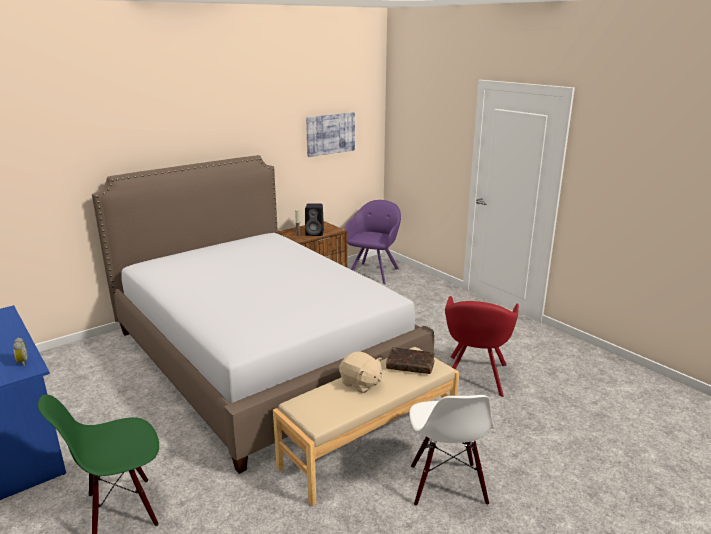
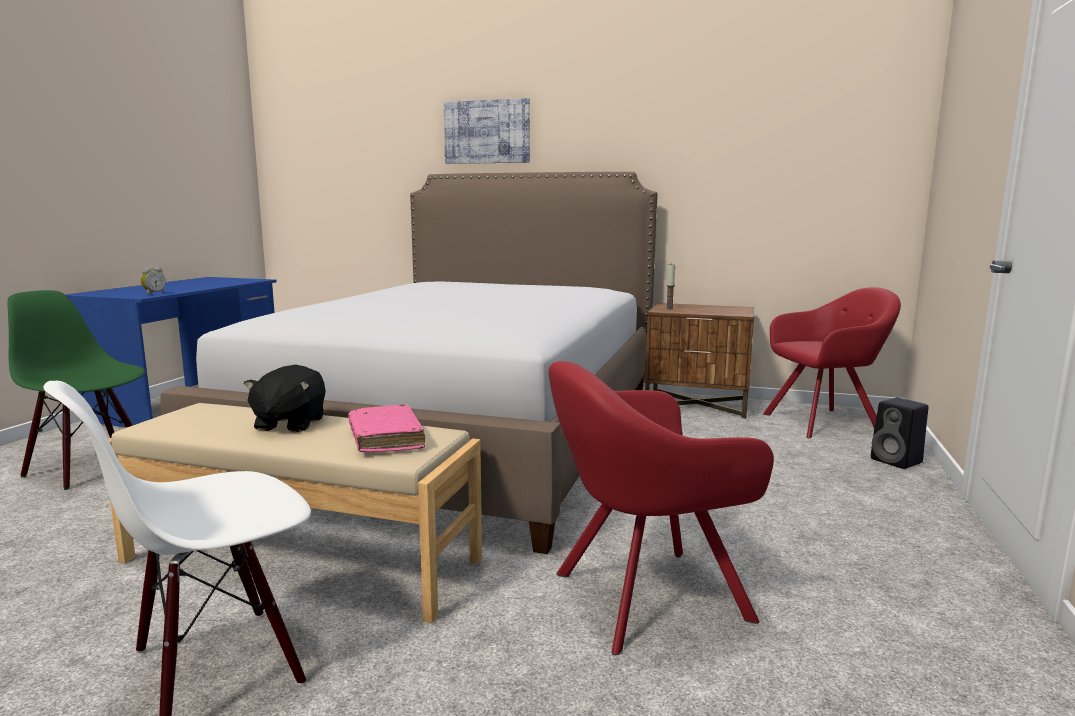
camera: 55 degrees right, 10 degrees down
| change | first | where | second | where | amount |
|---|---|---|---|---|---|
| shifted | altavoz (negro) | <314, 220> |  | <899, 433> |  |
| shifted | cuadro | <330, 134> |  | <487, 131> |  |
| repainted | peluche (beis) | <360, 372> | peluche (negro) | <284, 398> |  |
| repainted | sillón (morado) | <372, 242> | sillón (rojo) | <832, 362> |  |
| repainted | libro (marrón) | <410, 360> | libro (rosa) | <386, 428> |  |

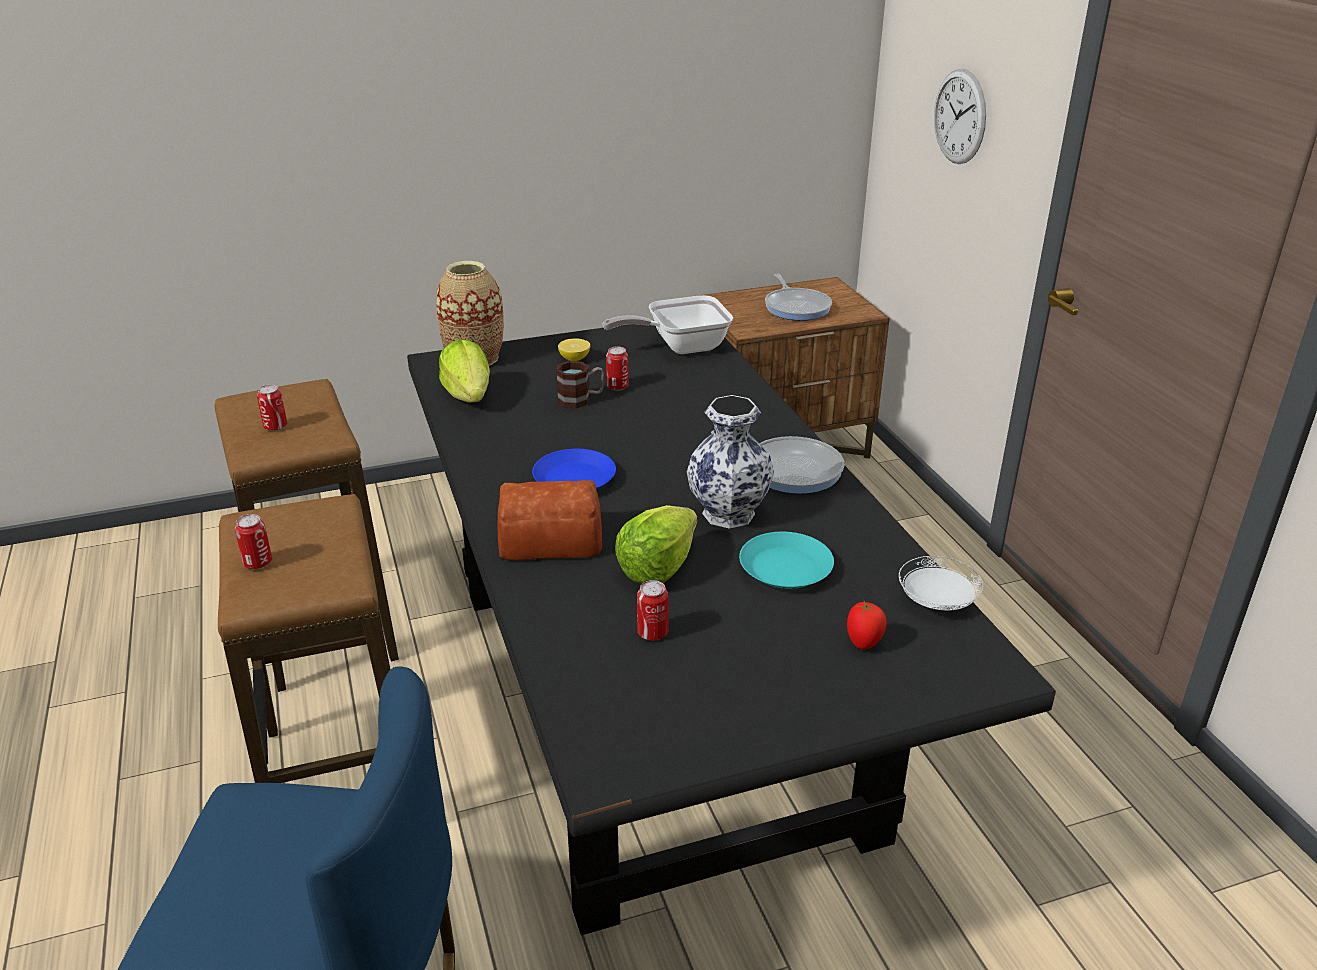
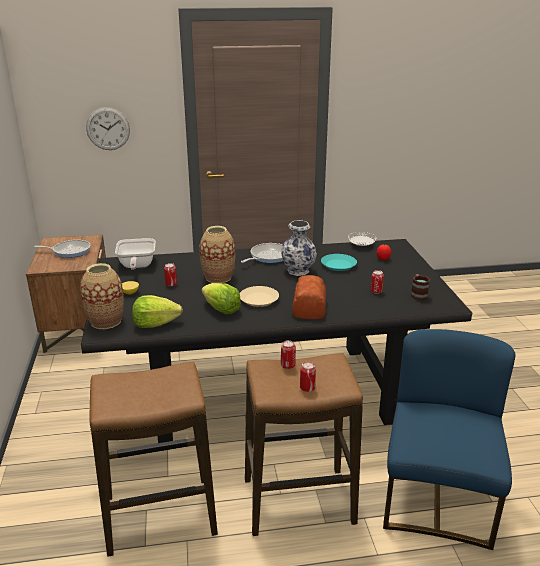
camera: 80 degrees left, 5 degrees down
| change | first | where | second | where | amount |
|---|---|---|---|---|---|
| shifted | lata | <272, 408> |  | <288, 354> |  |
| repainted | plato (azul) | <574, 469> | plato (beis) | <259, 296> |  |
| shifted | taza grande | <580, 385> |  | <420, 287> |  |
| shifted | lechuga | <656, 544> |  | <221, 299> |  |
| new |  |  | florero | <217, 254> |  |

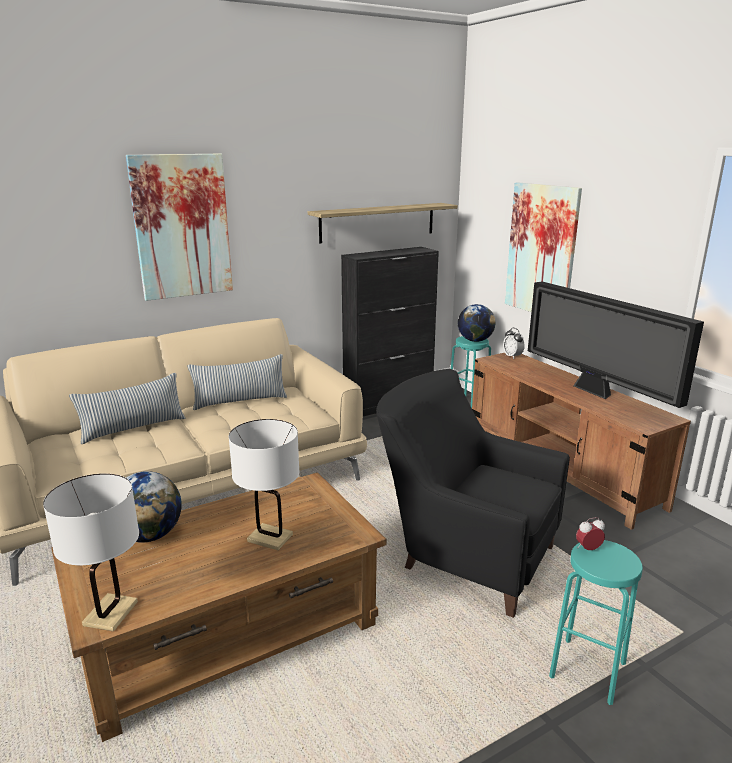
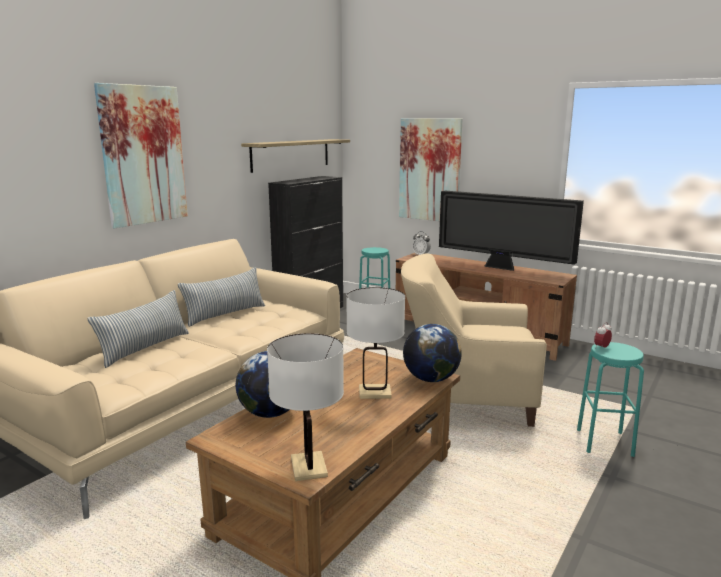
camera: 25 degrees left, 5 degrees down
| change | first | where | second | where | amount |
|---|---|---|---|---|---|
| repainted | sillón (negro) | <473, 493> | sillón (beis) | <474, 340> |  |
| shifted | globo terráqueo | <477, 323> |  | <432, 353> |  |

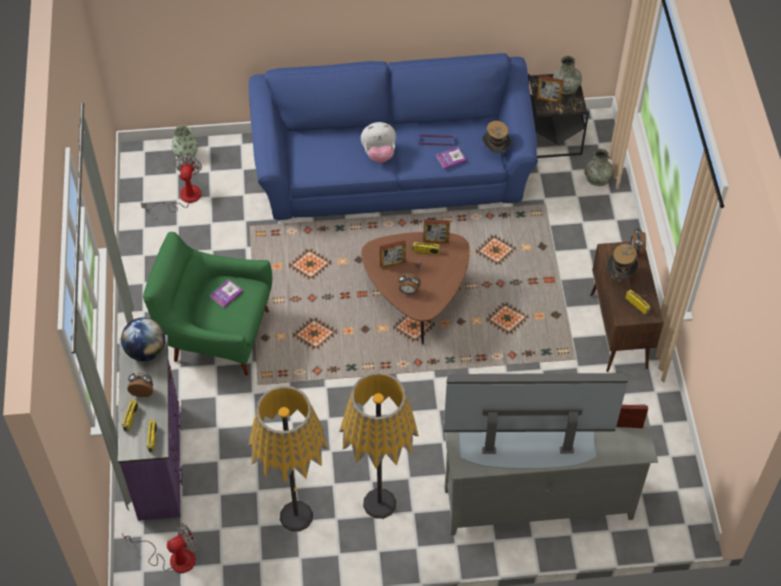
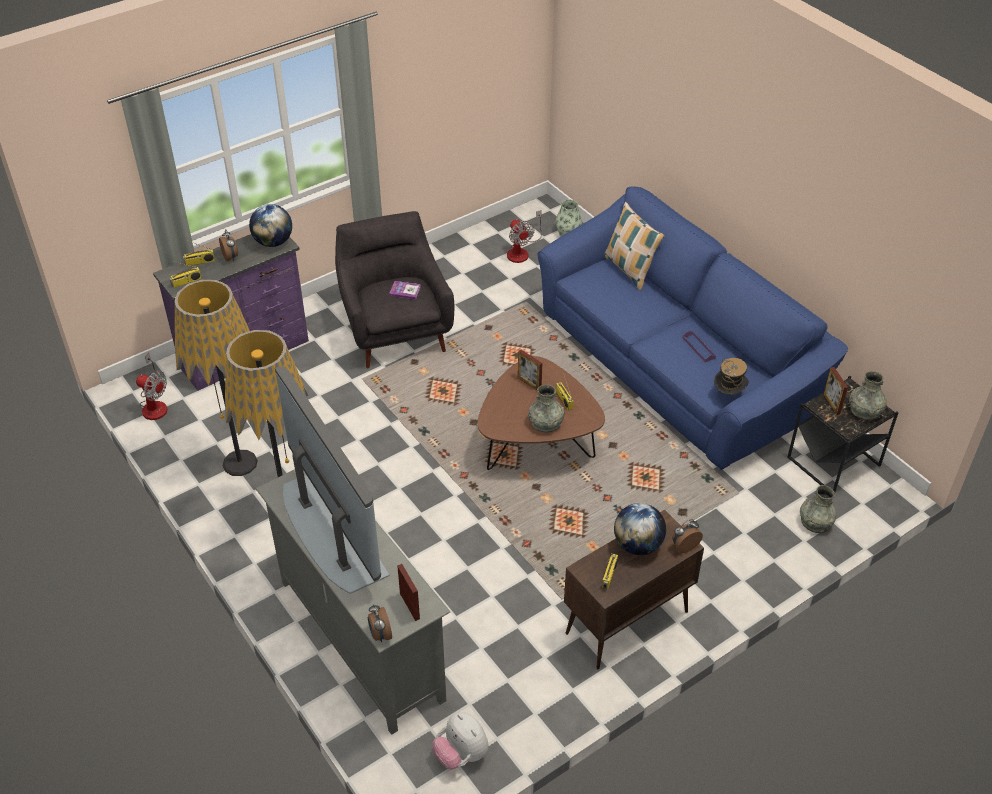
camera: 60 degrees right, 10 degrees down
| change | first | where | second | where | amount |
|---|---|---|---|---|---|
| rotated | ventilador | <171, 183> |  | <524, 236> | 90 degrees clockwise |
| repainted | sillón (verde) | <207, 304> | sillón (gris) | <394, 289> |  |
| shifted | peluche | <378, 142> |  | <460, 741> |  |
| shifted | despertador | <409, 284> |  | <380, 623> |  |
| gone | portarretratos | <436, 231> |  |  |  |
| gone | libro | <451, 158> |  |  |  |
| swapped | sombrero | <622, 266> | globo terráqueo | <640, 529> |  |
| new |  |  | florero (gris) | <546, 409> |  |
| new |  |  | cojín | <633, 246> |  |

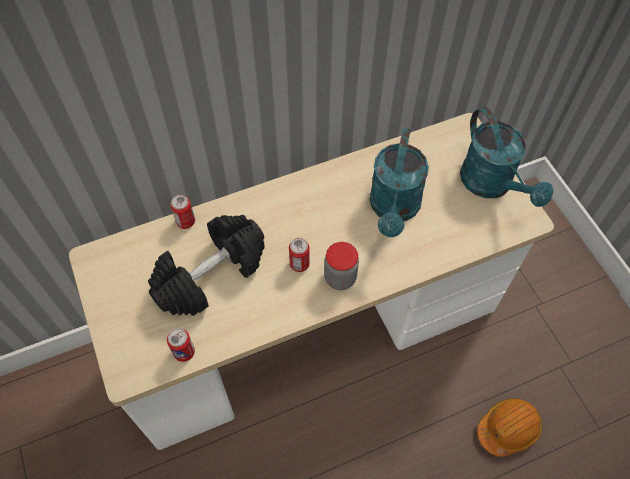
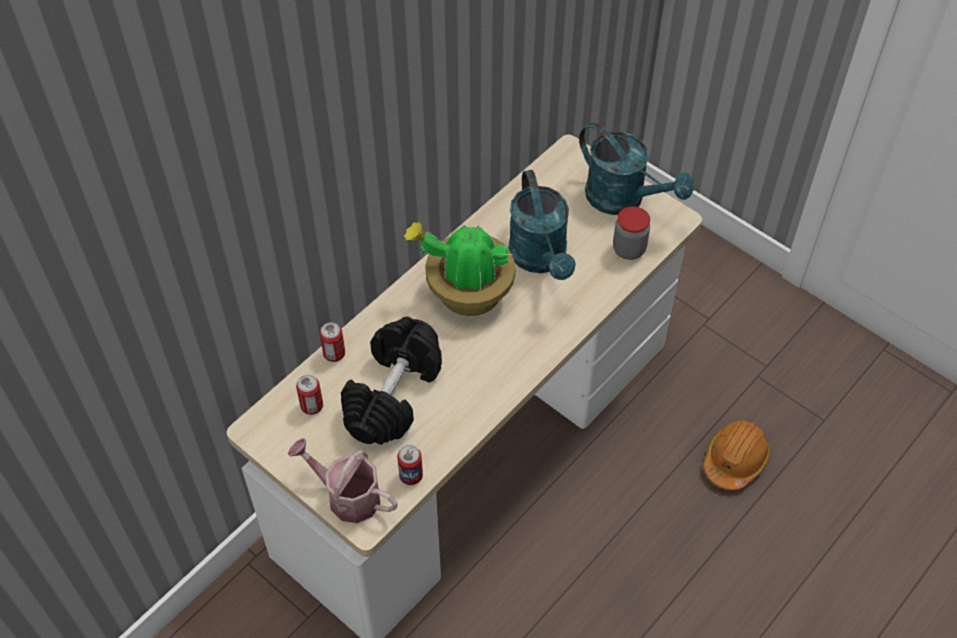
camera: 25 degrees left, 5 degrees down
| change | first | where | second | where | amount |
|---|---|---|---|---|---|
| shifted | lata | <299, 255> |  | <309, 395> |  |
| shifted | tarro | <341, 266> |  | <631, 233> |  |
| new |  |  | regadera | <342, 480> |  |
| new |  |  | planta en maceta | <459, 269> |  |

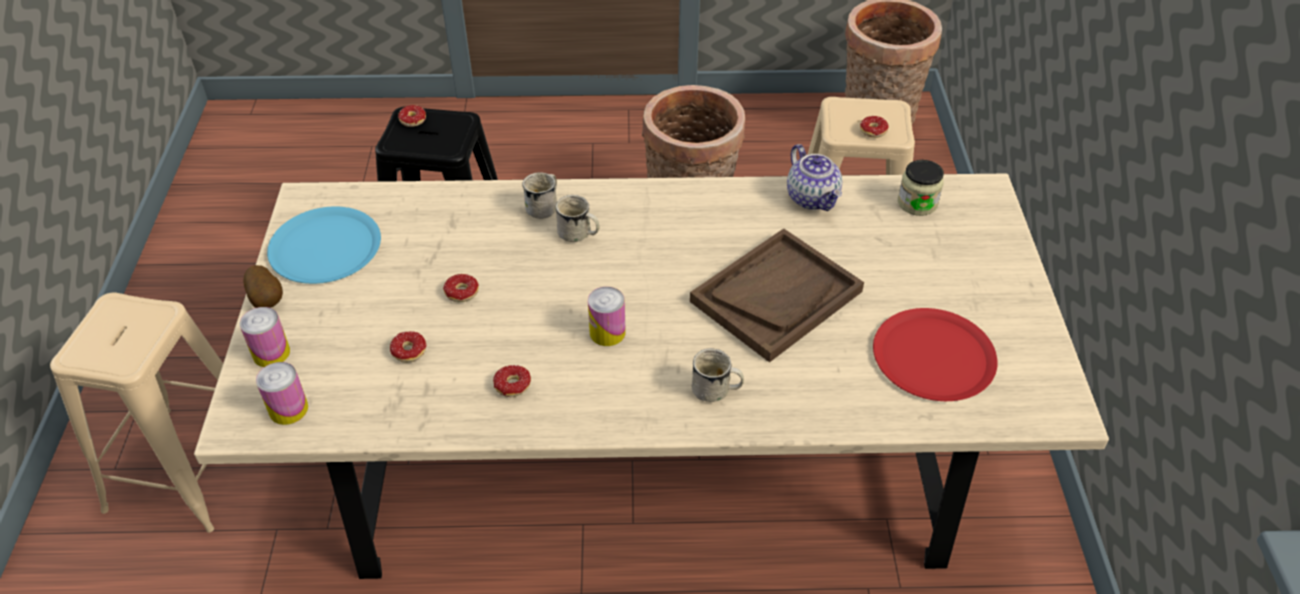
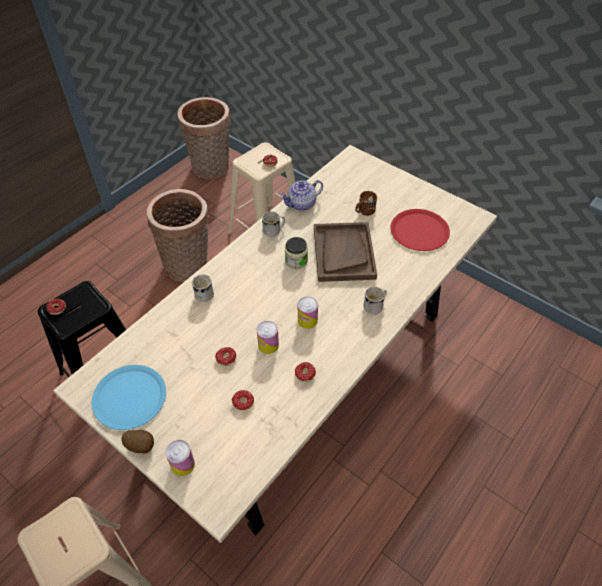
camera: 50 degrees left, 5 degrees up
| change | first | where | second | where | amount |
|---|---|---|---|---|---|
| shifted | lata | <282, 393> |  | <268, 337> |  |
| shifted | taza grande (blanco) | <578, 218> |  | <273, 224> |  |
| rotated | tetera | <814, 177> |  | <301, 195> | 135 degrees clockwise |
| shifted | tarro | <921, 188> |  | <296, 253> |  |
| new |  |  | taza grande (marrón) | <366, 203> |  |

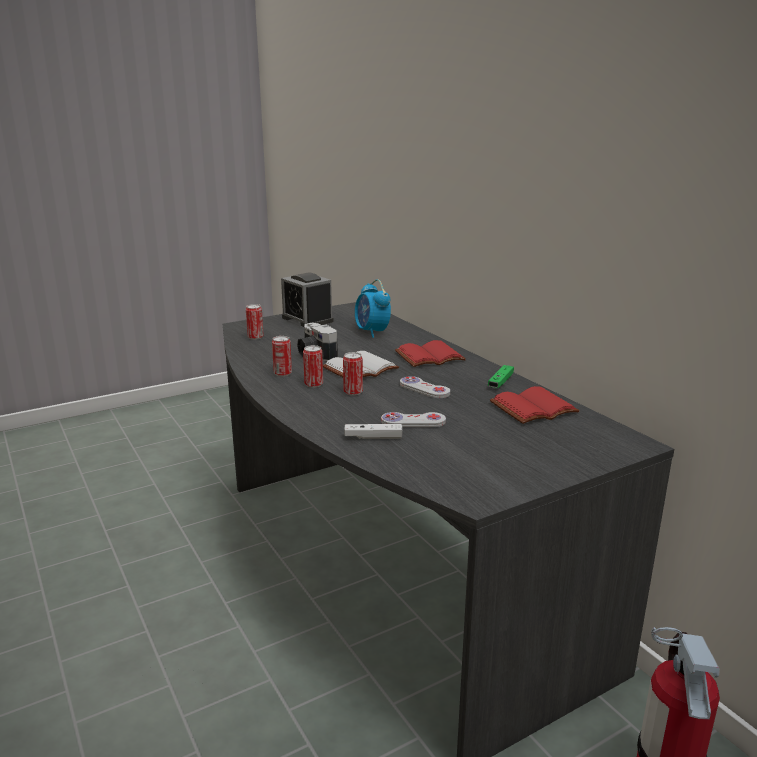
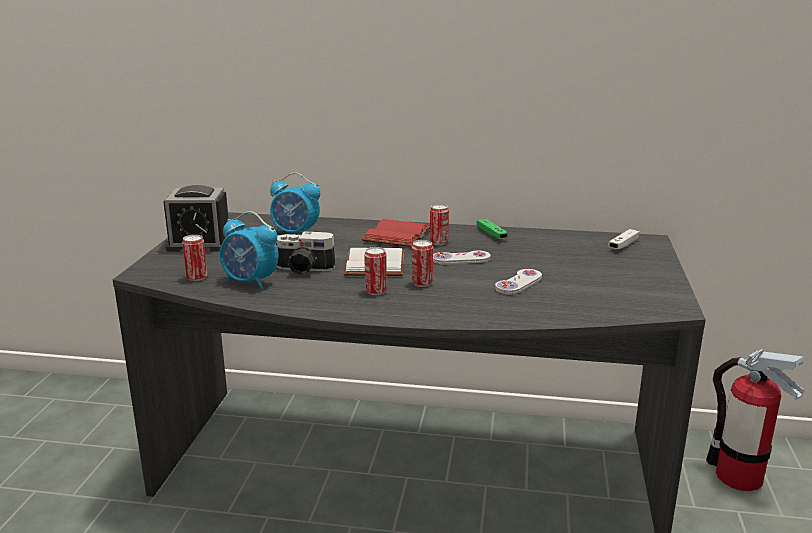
camera: 50 degrees left, 0 degrees up
| change | first | where | second | where | amount |
|---|---|---|---|---|---|
| shifted | lata | <282, 356> |  | <439, 224> |  |
| shifted | mando de consola (blanco) | <373, 431> |  | <624, 239> |  |
| gone | libro (rojo) | <535, 405> |  |  |  |
| new |  |  | despertador | <249, 250> |  |

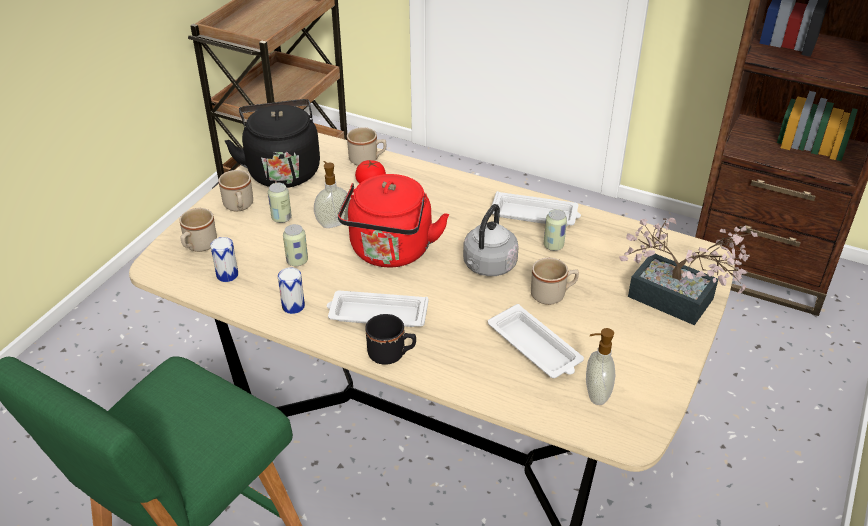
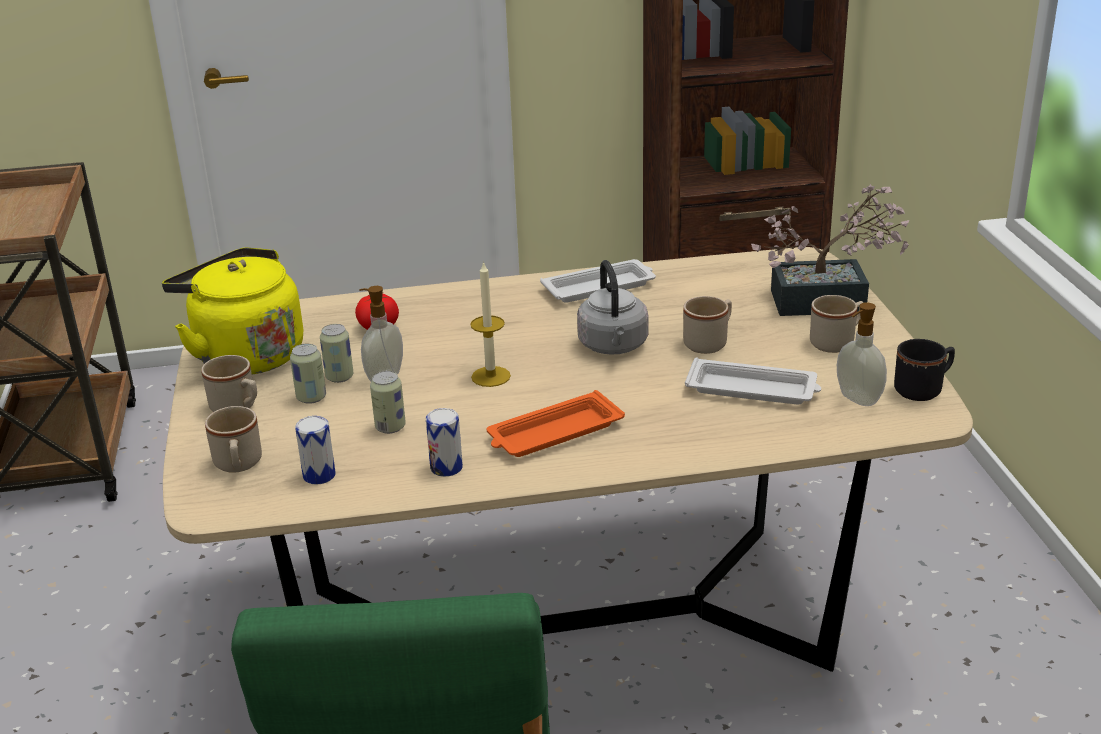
camera: 35 degrees left, 10 degrees down
| change | first | where | second | where | amount |
|---|---|---|---|---|---|
| repainted | hervidor (negro) | <272, 143> | hervidor (amarillo) | <232, 310> |  |
| repainted | bandeja (blanco) | <378, 309> | bandeja (naranja) | <556, 423> |  |
| swapped | hervidor (rojo) | <393, 220> | vela | <490, 324> |  |
| shifted | taza grande (beis) | <366, 146> |  | <837, 324> |  |
| shifted | taza grande (negro) | <390, 339> |  | <924, 370> |  |
| shifted | lata | <555, 230> |  | <337, 353> |  |

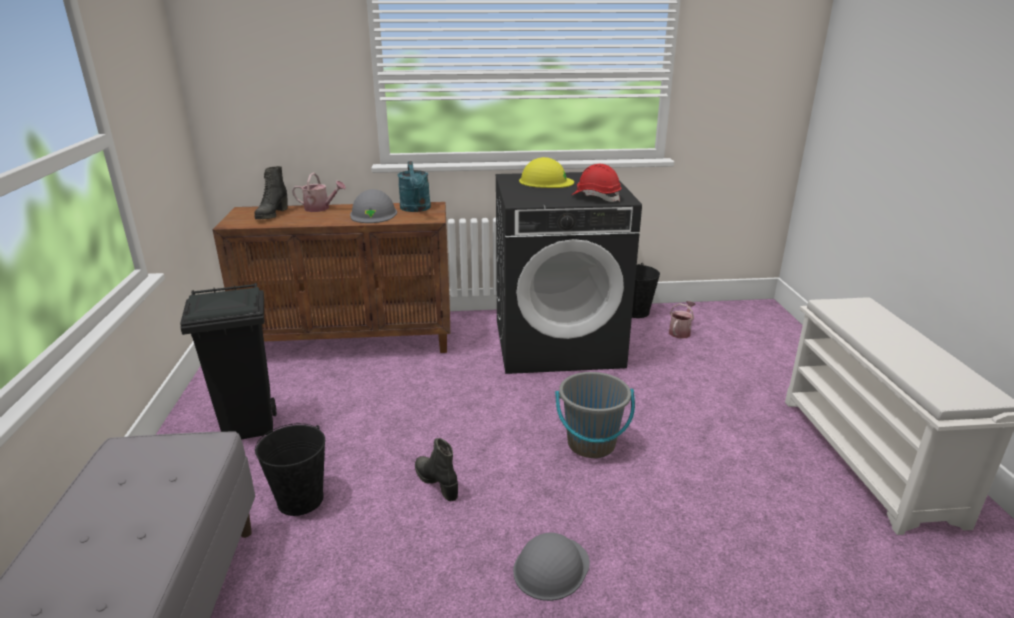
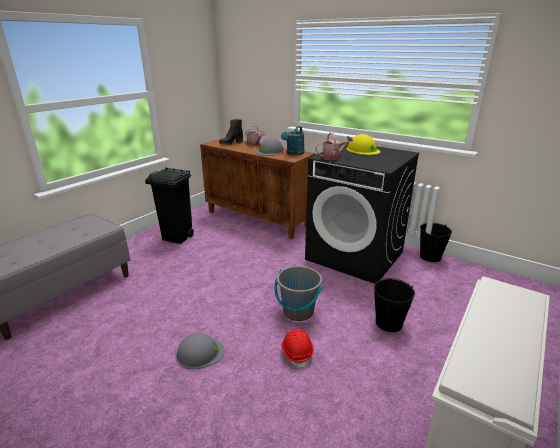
camera: 40 degrees right, 0 degrees up
| change | first | where | second | where | amount |
|---|---|---|---|---|---|
| shifted | cubo (negro) | <290, 469> |  | <394, 305> |  |
| gone | bota (negro) | <436, 469> |  |  |  |
| shifted | casco (rojo) | <596, 183> |  | <297, 348> |  |
| shifted | regadera | <682, 320> |  | <334, 146> |  |

